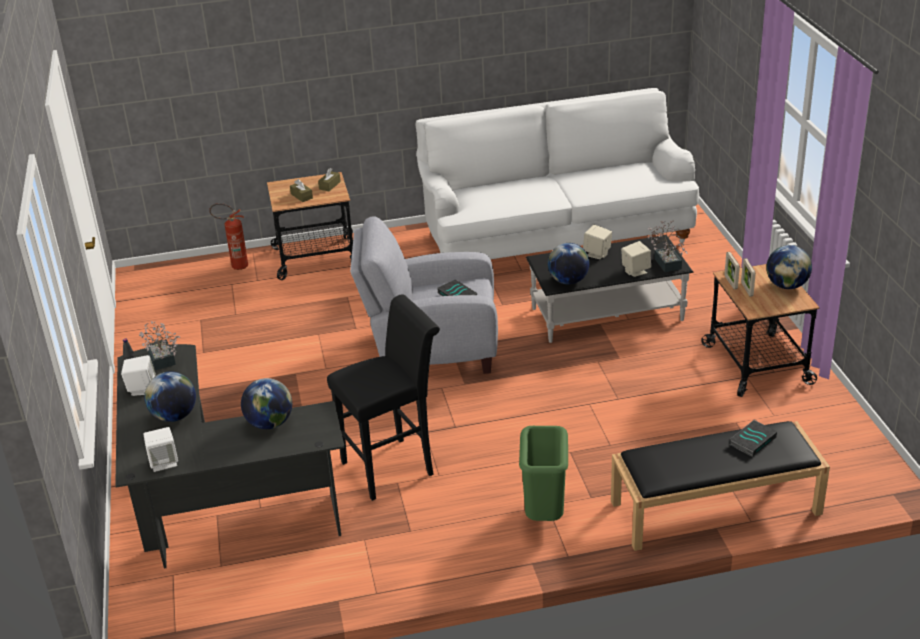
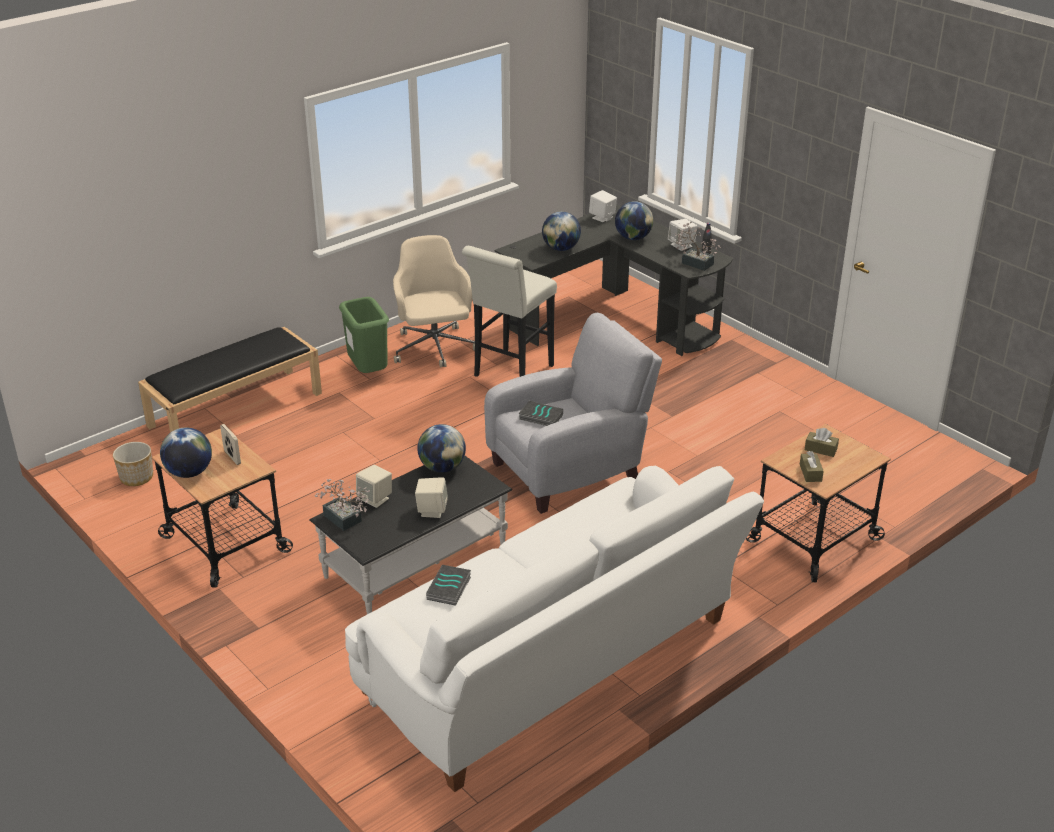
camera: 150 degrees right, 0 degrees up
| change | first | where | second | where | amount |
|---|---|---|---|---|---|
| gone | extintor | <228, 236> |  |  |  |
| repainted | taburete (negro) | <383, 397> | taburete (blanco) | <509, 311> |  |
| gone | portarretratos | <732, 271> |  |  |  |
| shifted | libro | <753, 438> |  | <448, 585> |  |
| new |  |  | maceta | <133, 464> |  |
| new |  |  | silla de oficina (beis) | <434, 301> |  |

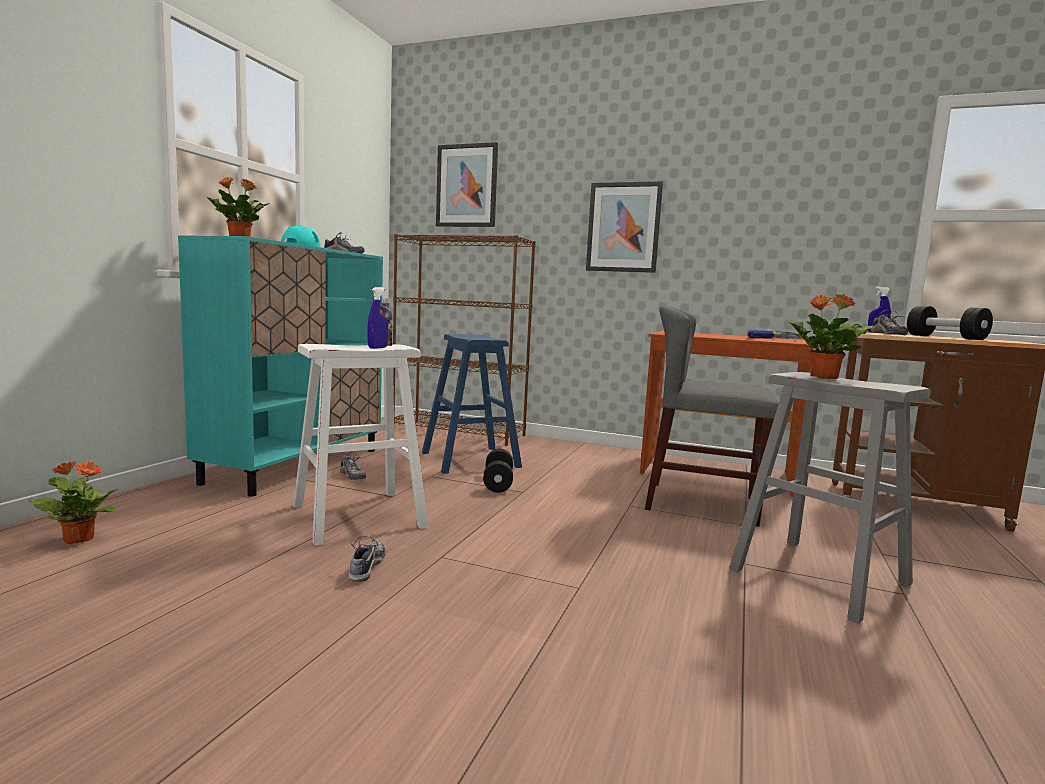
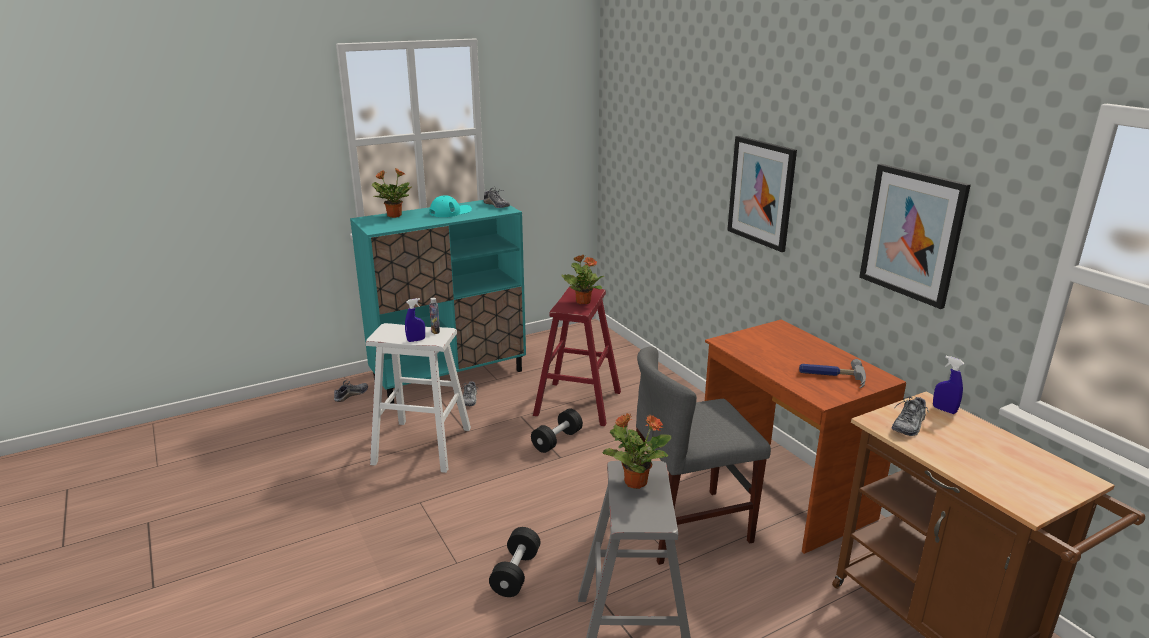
camera: 40 degrees right, 15 degrees up
| change | first | where | second | where | amount |
|---|---|---|---|---|---|
| shifted | planta en maceta | <73, 502> |  | <583, 279> |  |
| shifted | zapato | <367, 559> |  | <351, 390> |  |
| gone | estantería (marrón) | <464, 340> |  |  |  |
| repainted | taburete (azul) | <472, 404> | taburete (rojo) | <577, 356> |  |
| shifted | cuadro | <467, 184> |  | <915, 236> |  |
| rotated | silla (gris) | <712, 416> |  | <703, 455> | 75 degrees counterclockwise |
| shifted | mancuerna (negro) | <950, 323> |  | <515, 562> |  |

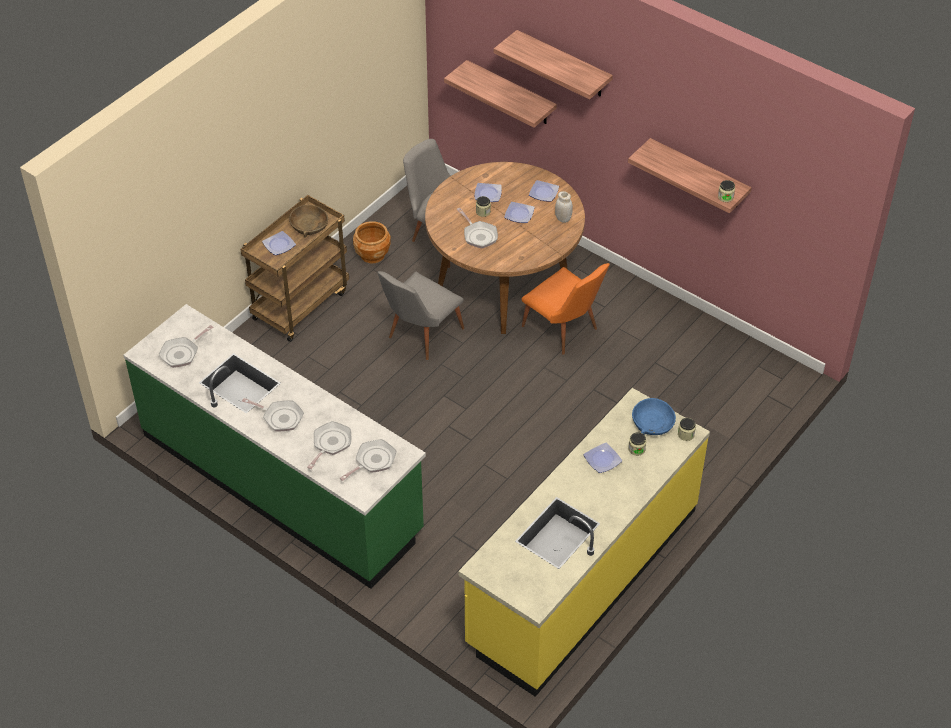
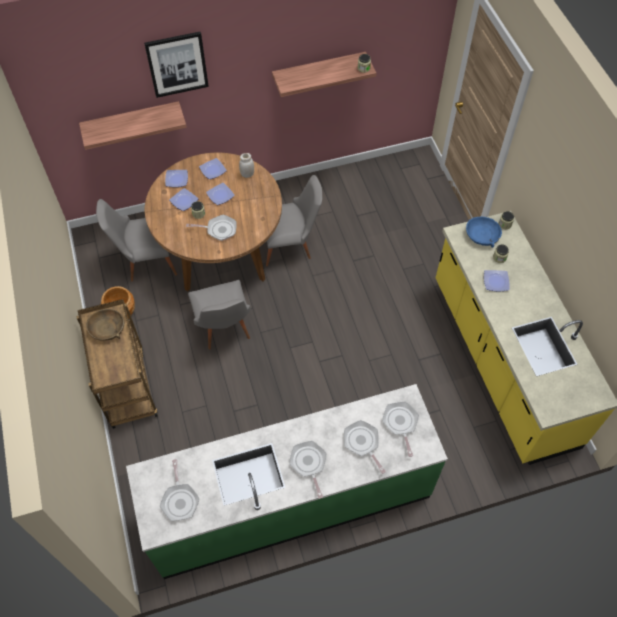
camera: 55 degrees left, 10 degrees up
| change | first | where | second | where | amount |
|---|---|---|---|---|---|
| rotated | sartén | <273, 414> |  | <307, 470> | 75 degrees counterclockwise |
| shifted | plato | <279, 243> |  | <176, 178> |  |
| swapped | estante | <553, 65> | cuadro | <176, 65> |  |
| repainted | silla (naranja) | <565, 309> | silla (gris) | <294, 220> |  |

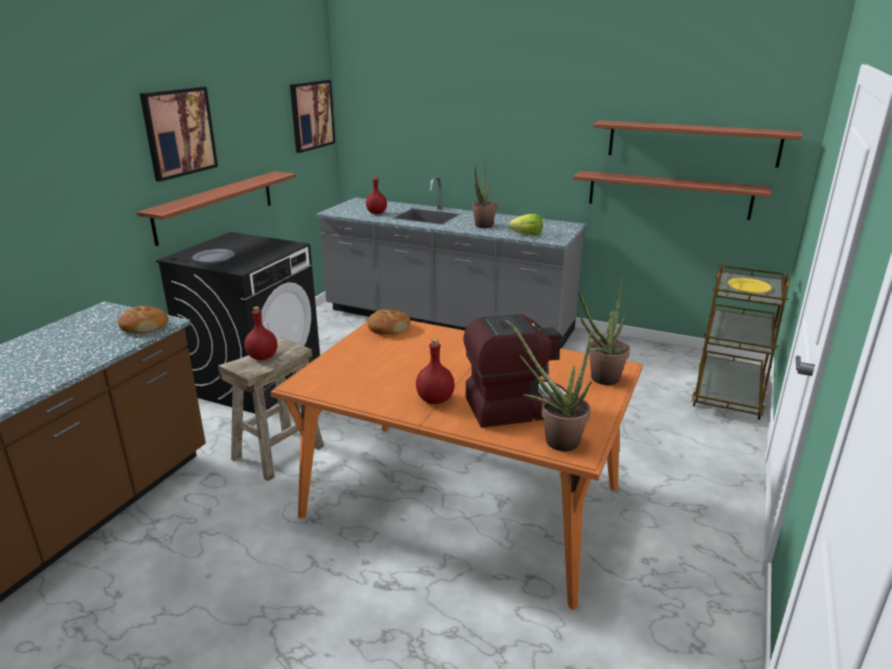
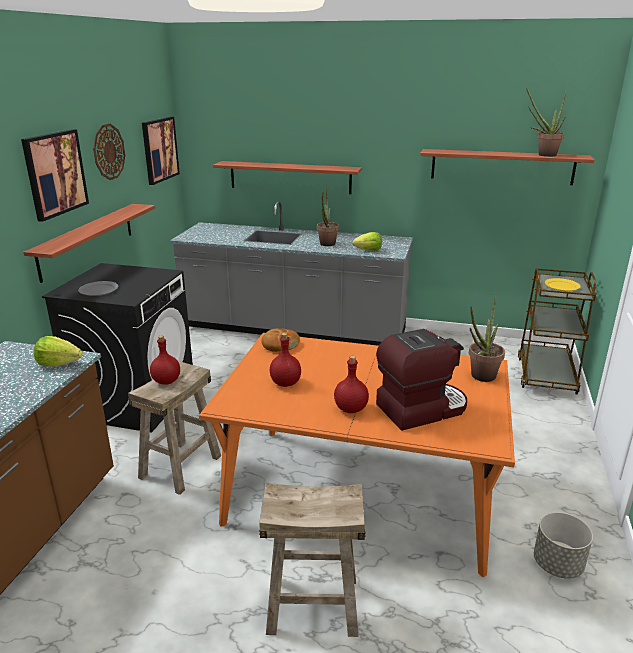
camera: 10 degrees left, 0 degrees up
| change | first | where | second | where | amount |
|---|---|---|---|---|---|
| swapped | pan | <143, 319> | lechuga | <58, 351> |  |
| shifted | botella (rojo) | <376, 195> |  | <285, 360> |  |
| shifted | planta en maceta | <551, 386> |  | <546, 122> |  |
| shifted | estante | <672, 195> |  | <287, 177> |  |
| new |  |  | reloj de pared | <109, 152> |  |
| new |  |  | taburete (beis) | <312, 560> |  |
| new |  |  | maceta (gris) | <563, 545> |  |

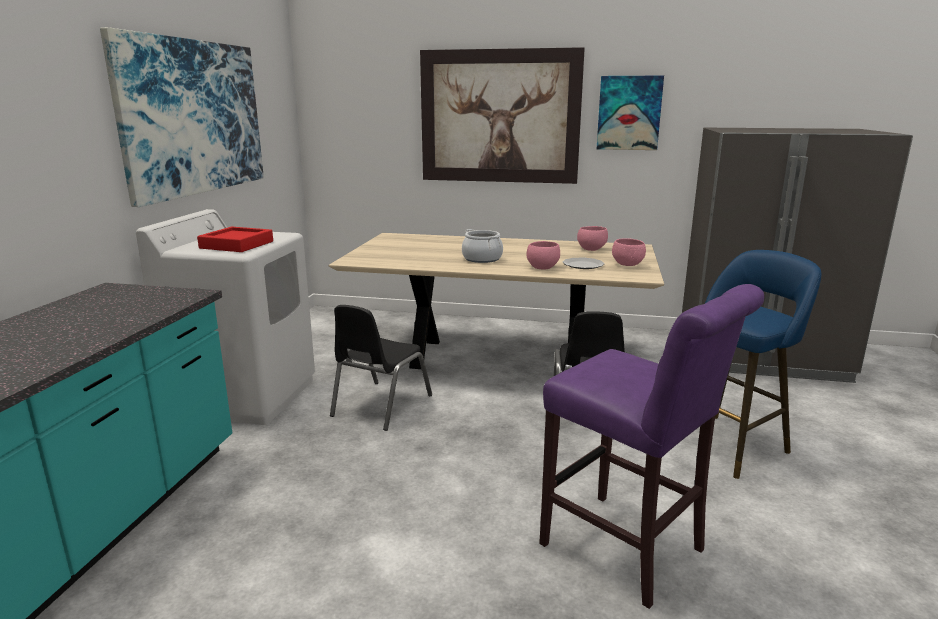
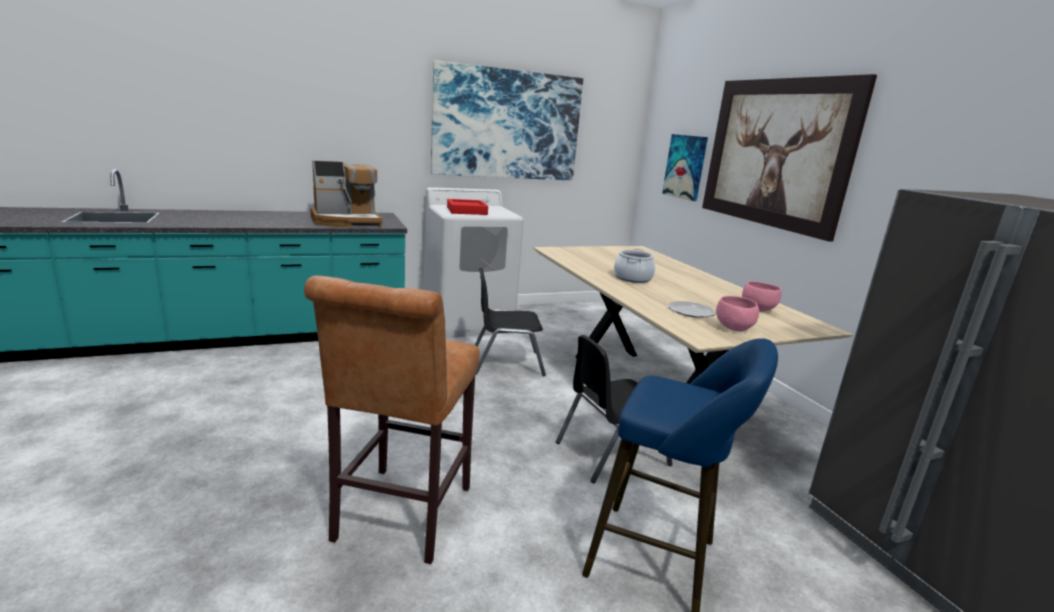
camera: 55 degrees right, 0 degrees up
| change | first | where | second | where | amount |
|---|---|---|---|---|---|
| gone | cuenco (rosa) | <543, 255> |  |  |  |
| repainted | taburete (morado) | <651, 446> | taburete (marrón) | <392, 420> |  |
| shifted | cuadro | <630, 112> |  | <685, 167> |  |
| new |  |  | cafetera | <346, 194> |  |

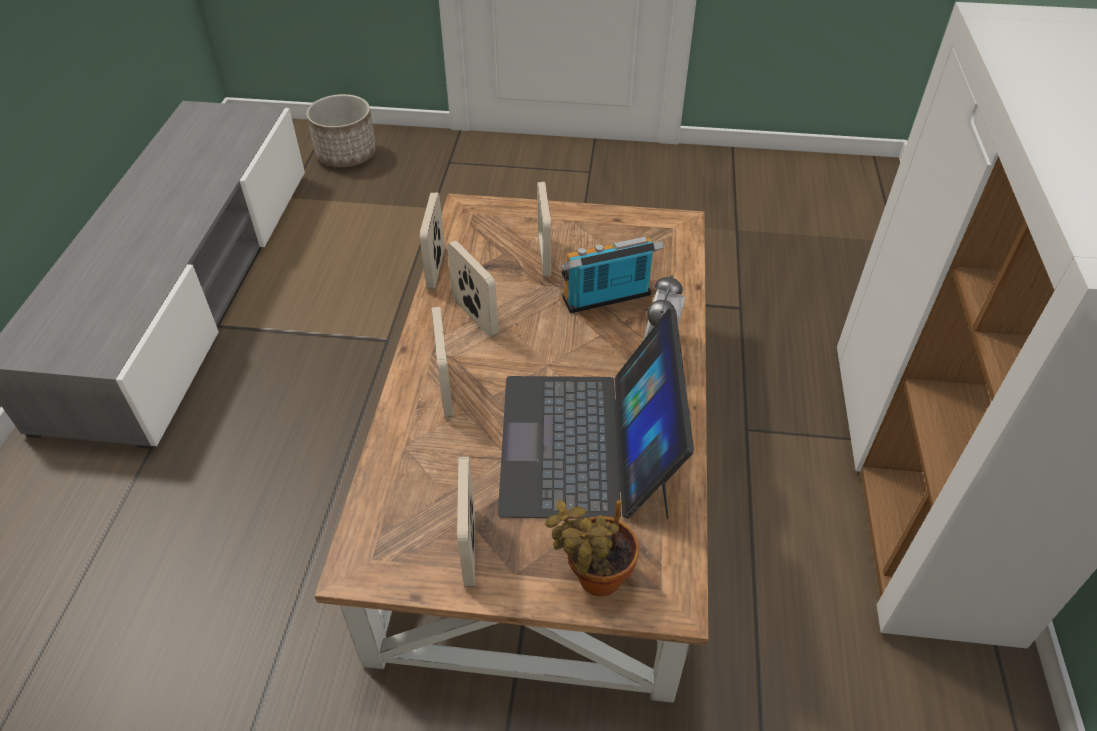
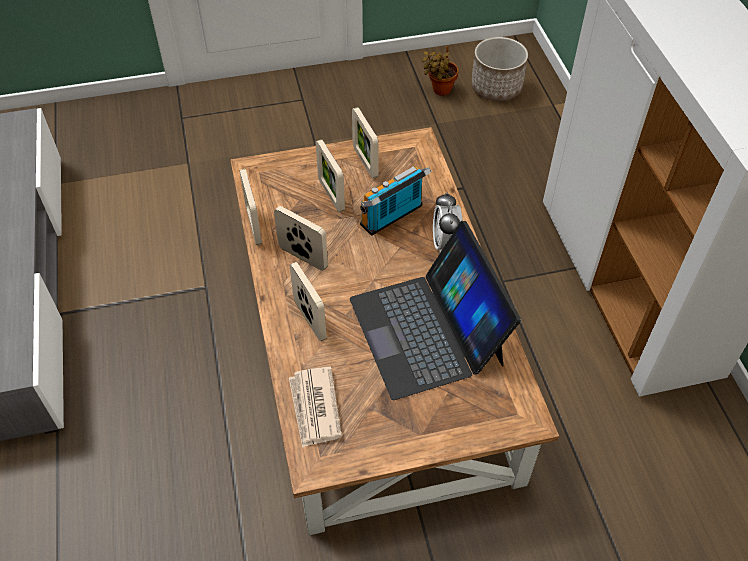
camera: 20 degrees left, 5 degrees up
| change | first | where | second | where | amount |
|---|---|---|---|---|---|
| shifted | maceta | <341, 130> |  | <499, 69> |  |
| shifted | portarretratos | <466, 522> |  | <365, 142> |  |
| shifted | planta en maceta | <592, 548> |  | <440, 71> |  |
| new |  |  | periódico | <315, 407> |  |

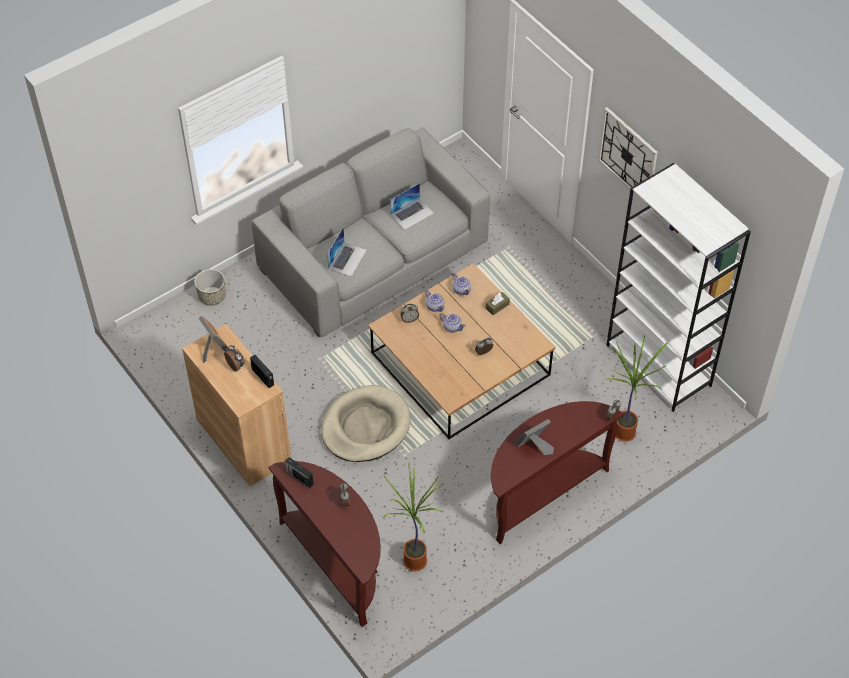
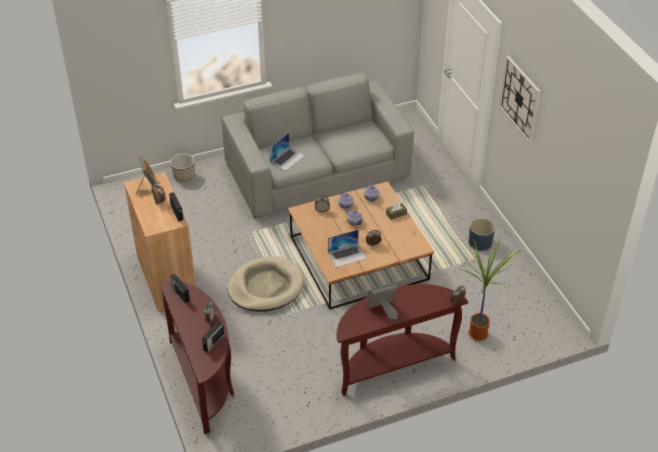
camera: 15 degrees right, 10 degrees down
| change | first | where | second | where | amount |
|---|---|---|---|---|---|
| gone | planta en maceta | <413, 517> |  |  |  |
| shifted | portátil | <412, 206> |  | <347, 248> |  |
| gone | estantería (blanco) | <678, 287> |  |  |  |
| new |  |  | radio | <213, 336> |  |
| new |  |  | maceta (azul) | <482, 234> |  |

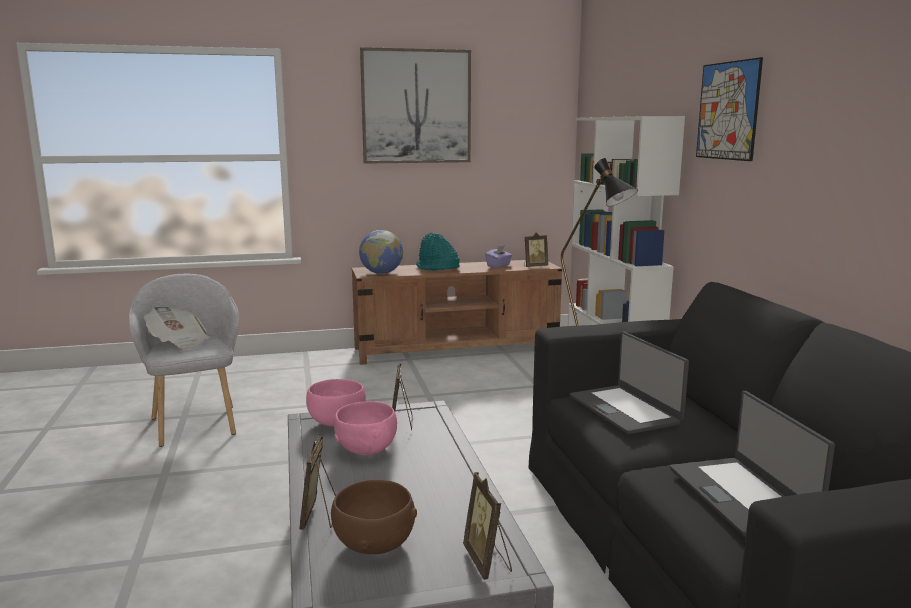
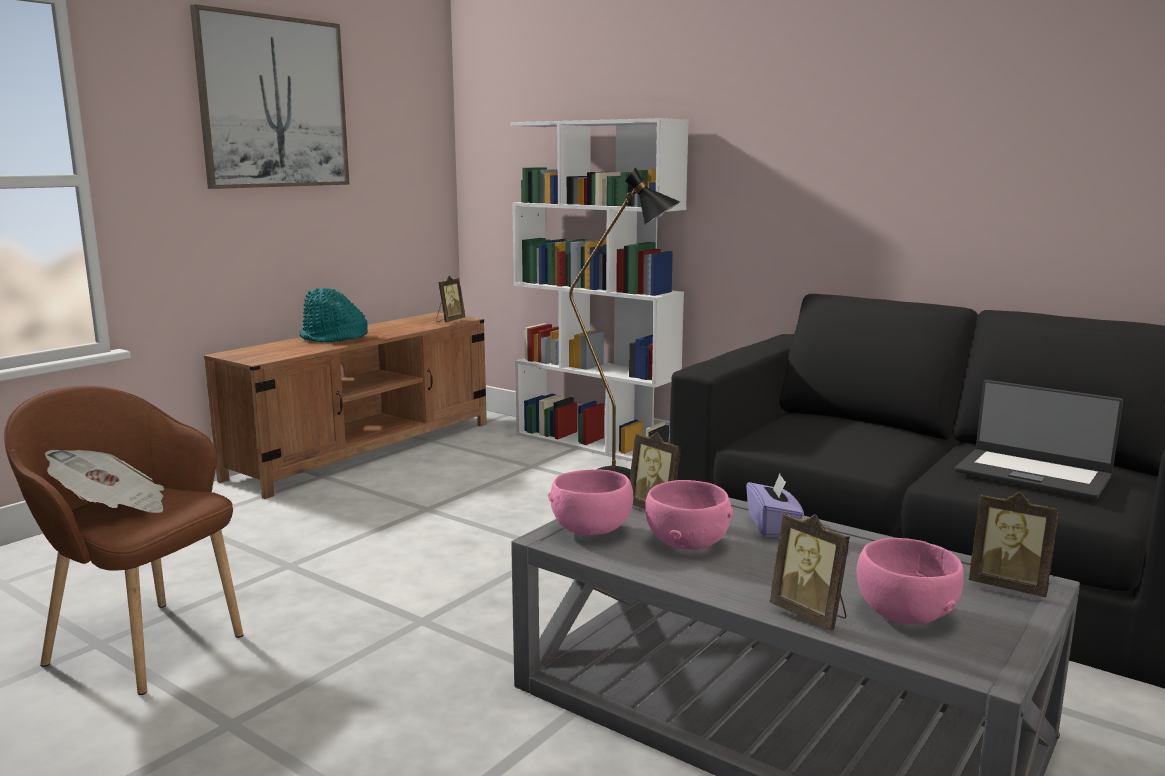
camera: 40 degrees left, 0 degrees up
| change | first | where | second | where | amount |
|---|---|---|---|---|---|
| repainted | sillón (gris) | <184, 360> | sillón (marrón) | <123, 540> |  |
| repainted | cuenco (marrón) | <374, 517> | cuenco (rosa) | <910, 581> |  |
| gone | globo terráqueo | <381, 252> |  |  |  |
| shifted | caja de pañuelos (morado) | <498, 256> |  | <775, 505> |  |
| gone | portátil | <629, 382> |  |  |  |
| gone | cuadro | <729, 109> |  |  |  |

